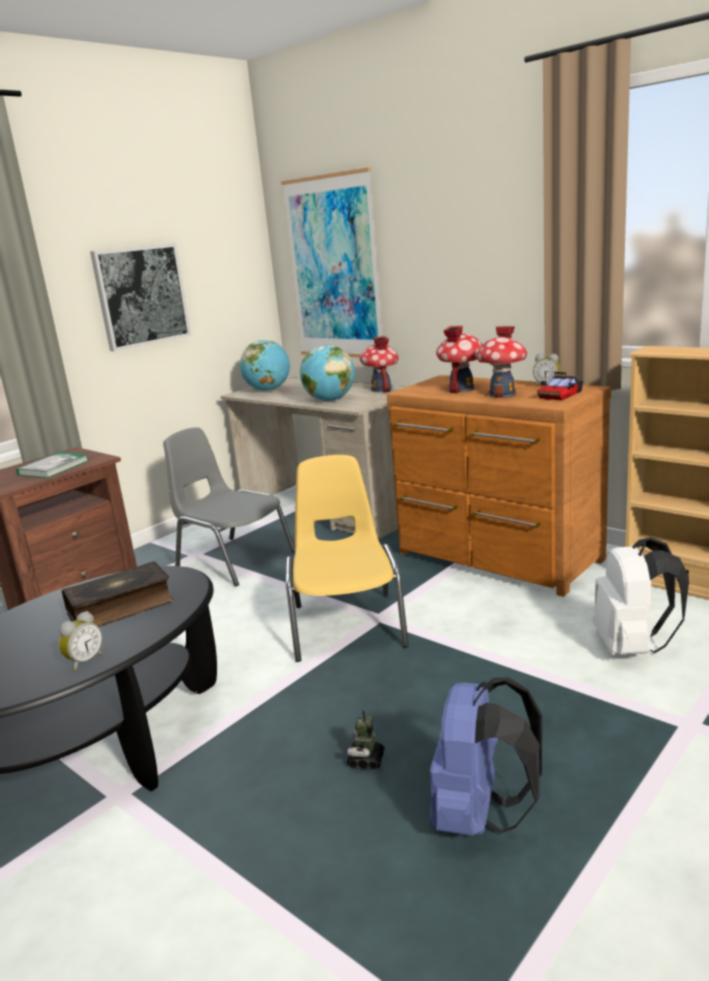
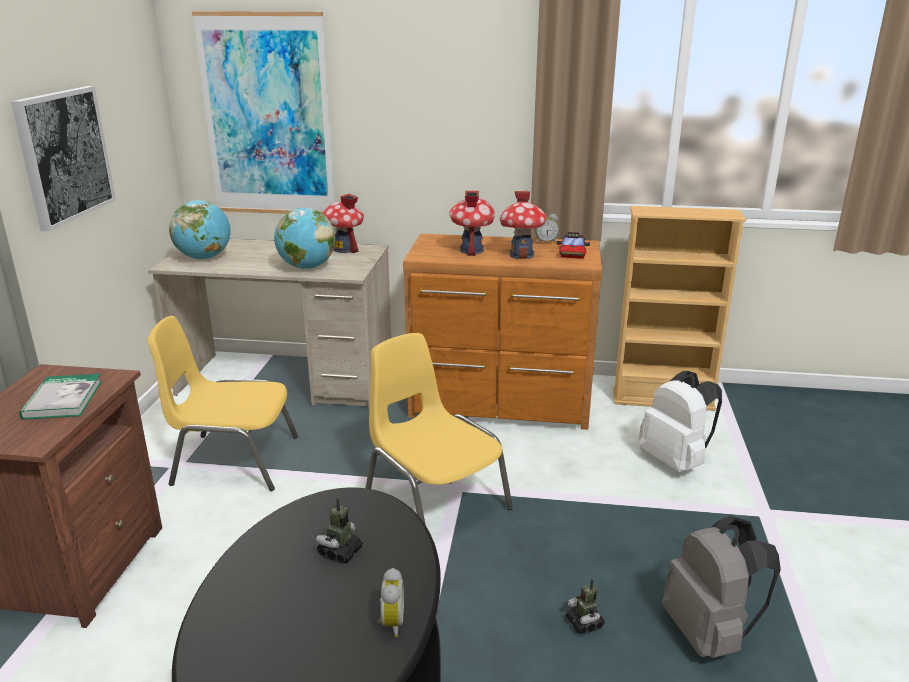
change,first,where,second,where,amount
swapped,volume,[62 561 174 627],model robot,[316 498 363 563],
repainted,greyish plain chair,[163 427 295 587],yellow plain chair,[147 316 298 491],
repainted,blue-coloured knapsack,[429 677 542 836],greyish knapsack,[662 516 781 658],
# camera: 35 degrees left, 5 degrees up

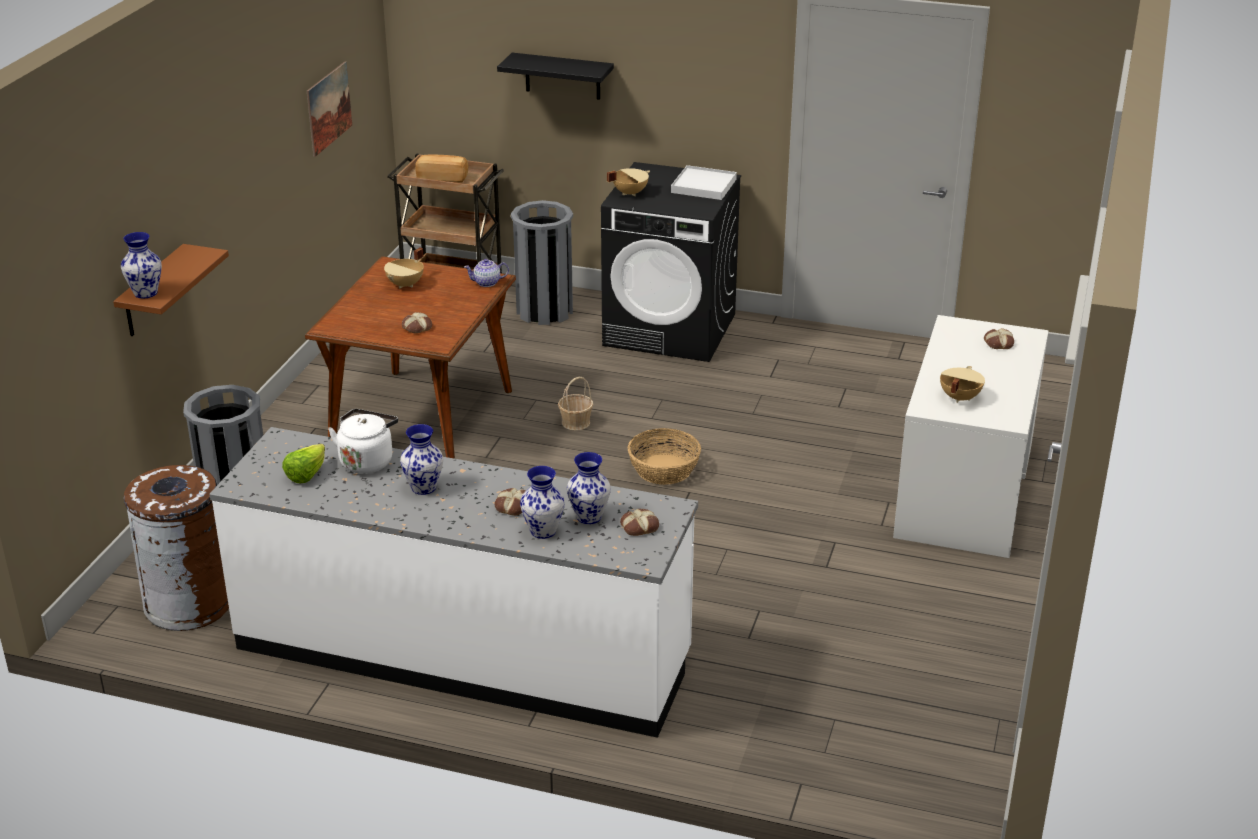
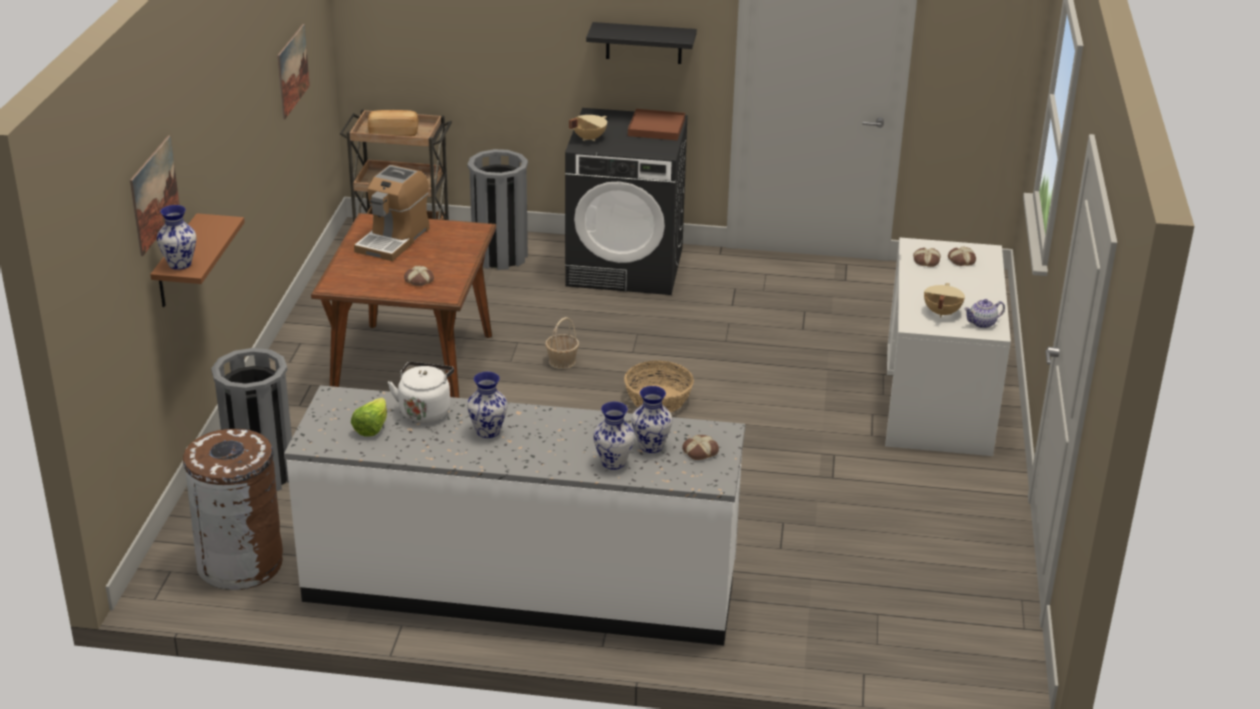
change,first,where,second,where,amount
swapped,beige cooking pot,[384 248 424 289],coffee maker,[354 165 430 261],
shifted,teapot,[464 259 509 287],,[964 299 1005 328],
shifted,bakery bread,[494 488 525 516],,[913 247 941 267],
shifted,black bracket shelf,[497 53 614 100],,[586 22 697 64],
repainted,white-coloured serving tray,[671 165 737 200],brownish serving tray,[628 109 685 141],
new,,,wall art,[130 136 180 256],
# camera: 10 degrees left, 0 degrees up

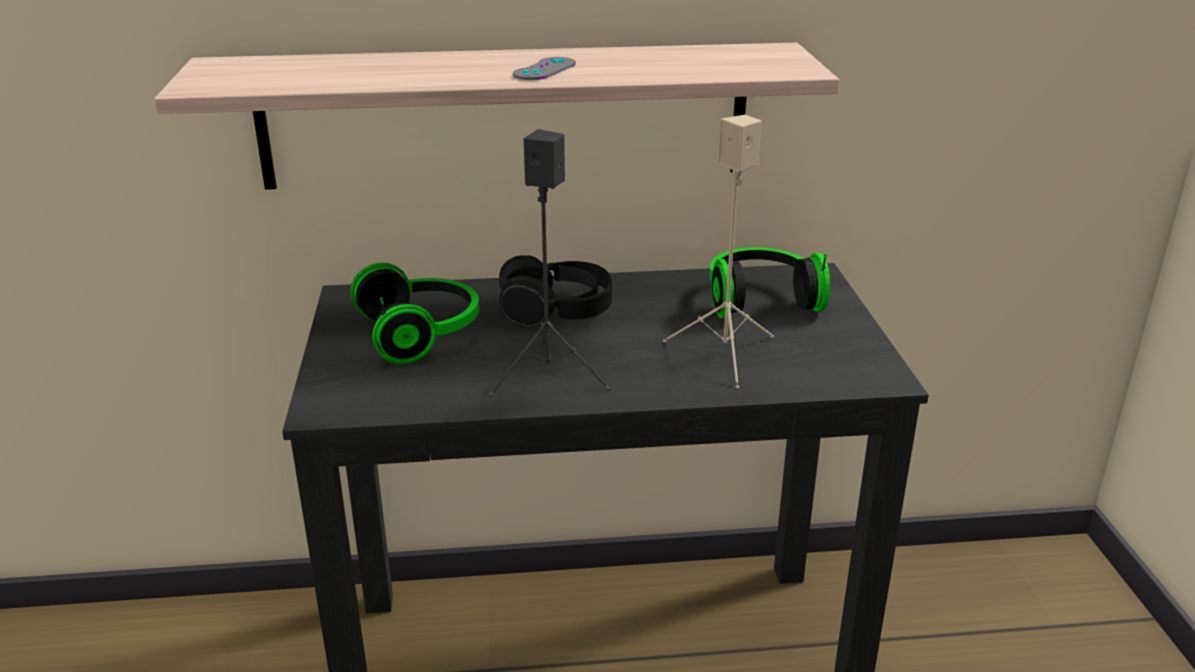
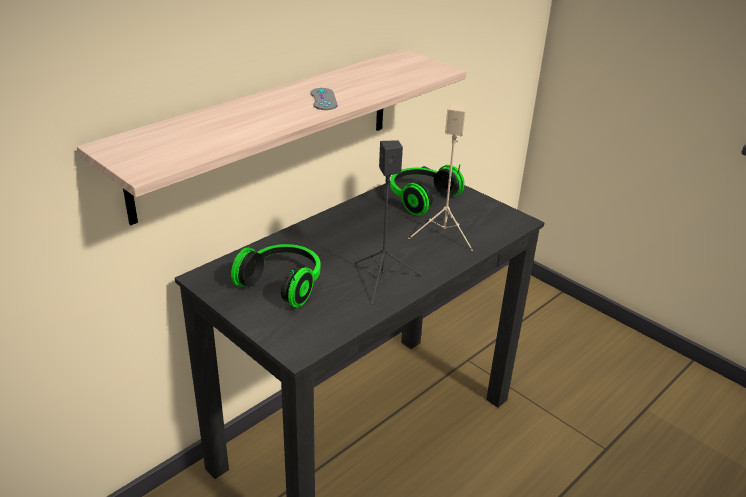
change,first,where,second,where,amount
gone,black headset,[499 255 612 327],,,
# camera: 40 degrees left, 5 degrees up

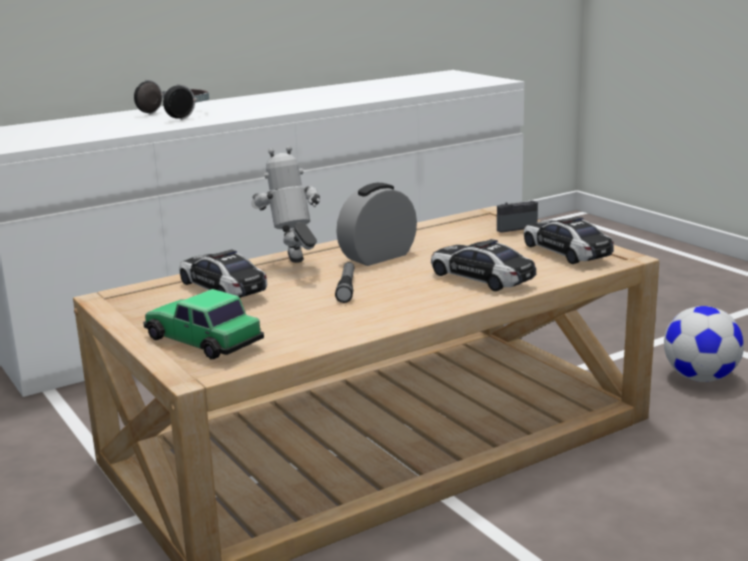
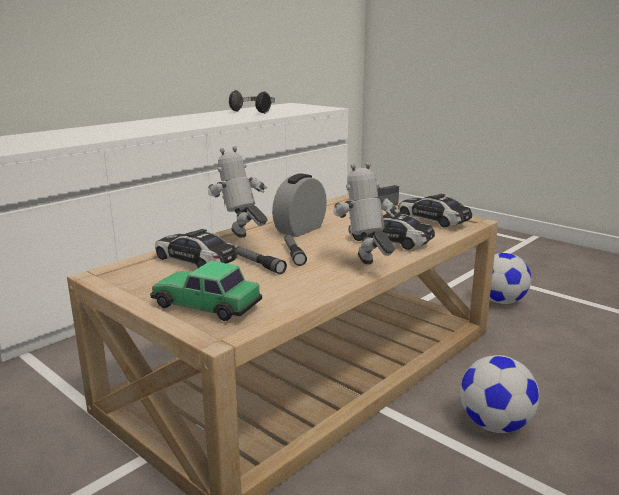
change,first,where,second,where,amount
shifted,headset,[134 80 209 120],,[229 90 275 114],
new,,,hand torch,[236 246 287 274],
new,,,model robot,[333 162 399 264],
new,,,football ball,[460 355 539 433],
# camera: 15 degrees left, 0 degrees up

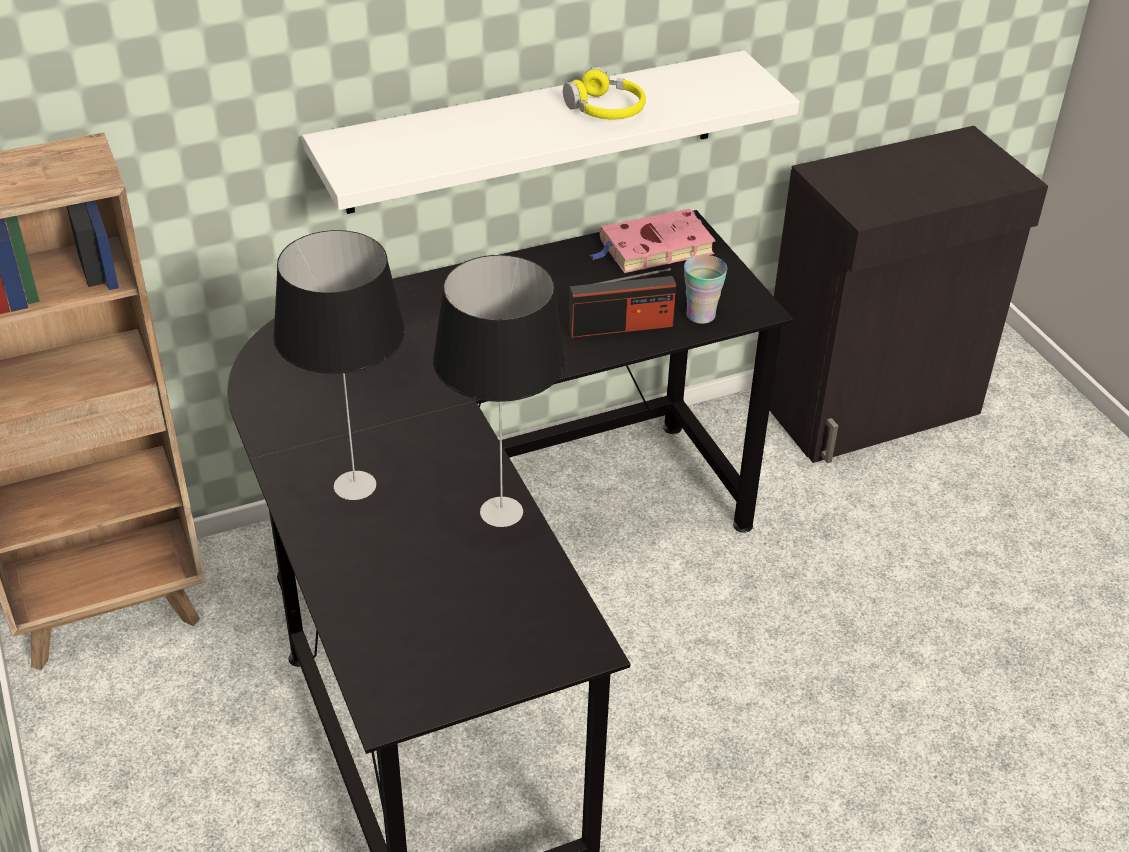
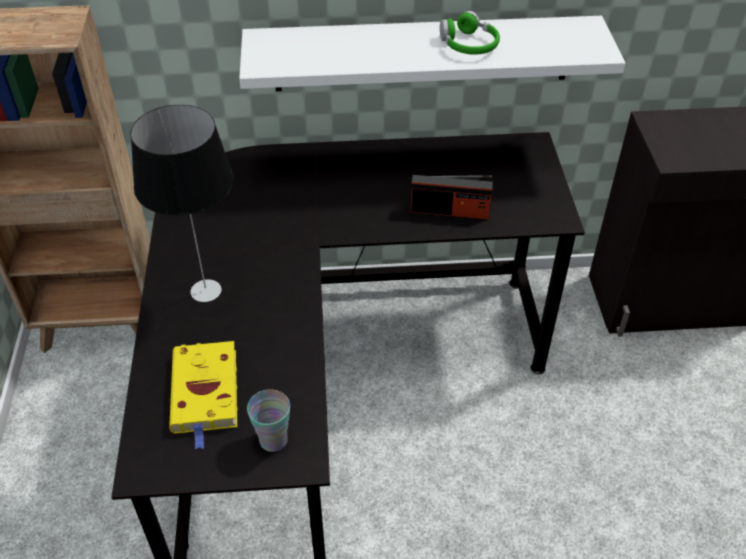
change,first,where,second,where,amount
gone,tabletop lamp,[433 255 566 527],,,
repainted,yellow headset,[563 67 646 120],greenish headset,[440 11 500 55],
gone,pink volume,[590 209 716 273],,,
shifted,drinking cup,[684 255 727 324],,[247 390 290 452],
new,,,yellow volume,[169 341 238 449],
# camera: 20 degrees right, 5 degrees up

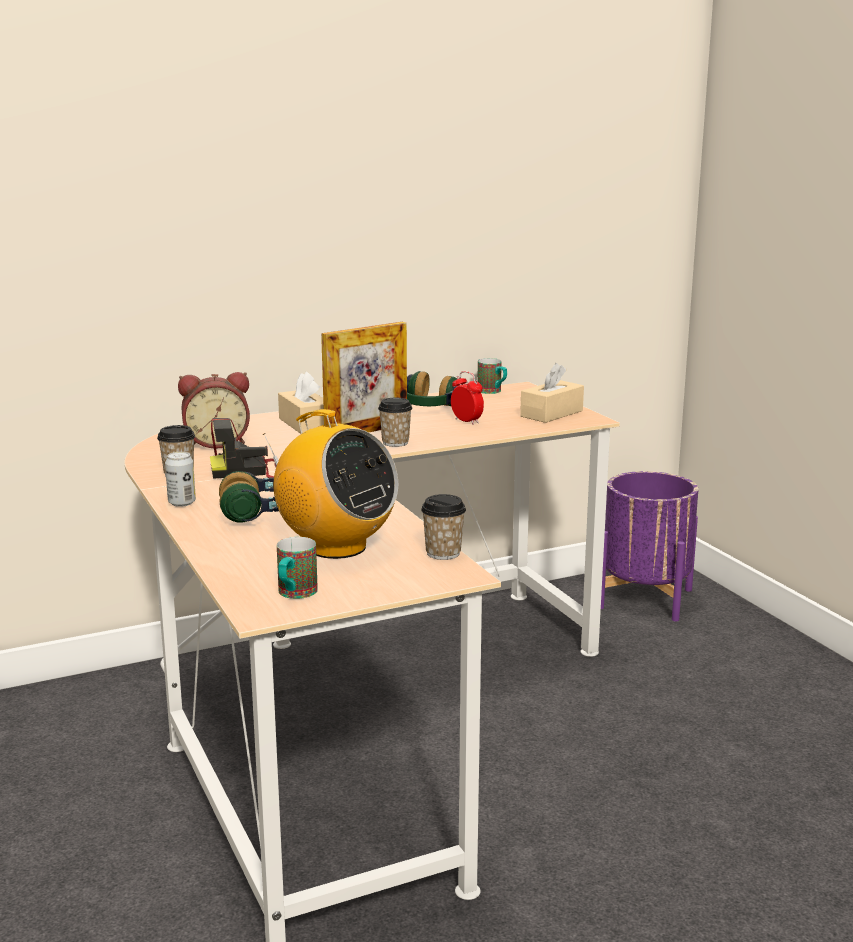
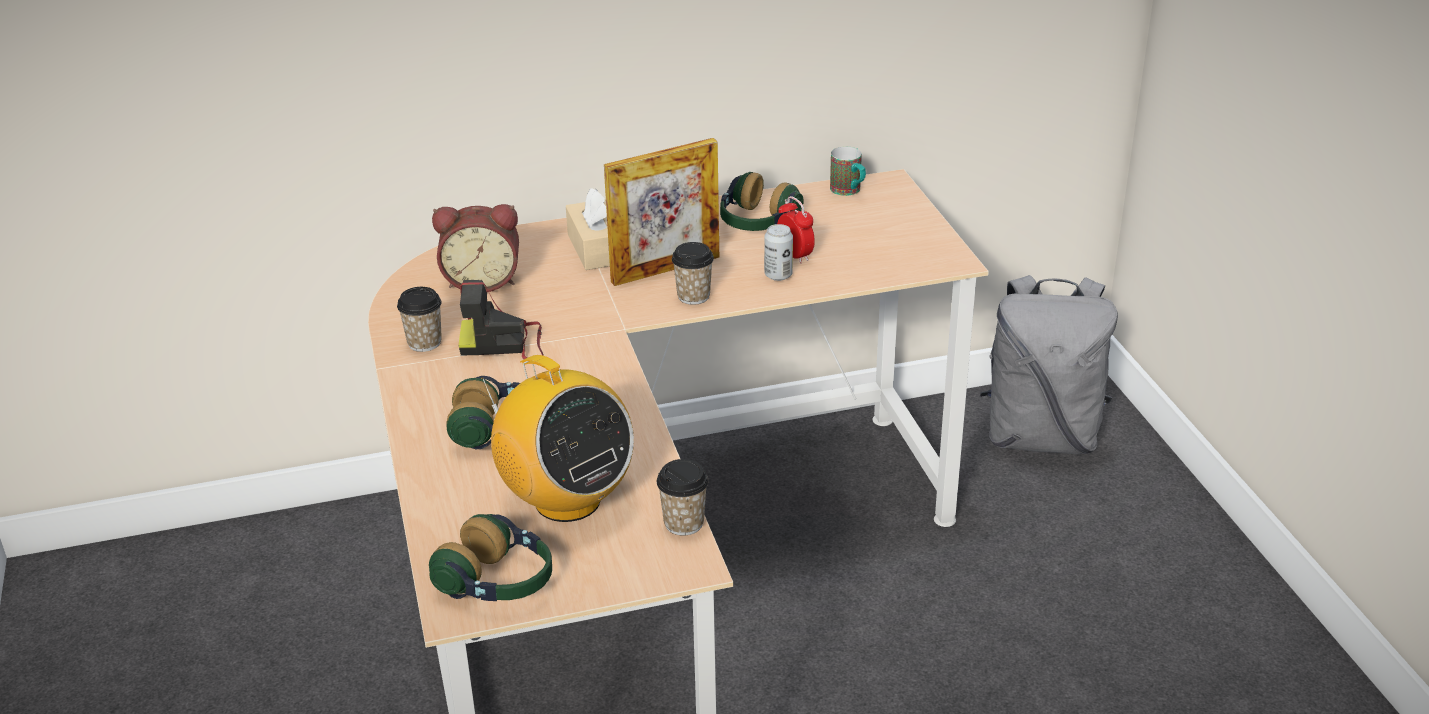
change,first,where,second,where,amount
shifted,sealed can,[165 452 196 507],,[764 224 793 281],
swapped,mug,[277 537 318 599],headset,[429 514 552 601],
gone,beige box of tissues,[520 363 584 423],,,
swapped,purplish planter,[601 471 698 621],greyish knapsack,[980 275 1118 454],
# camera: 10 degrees right, 15 degrees up

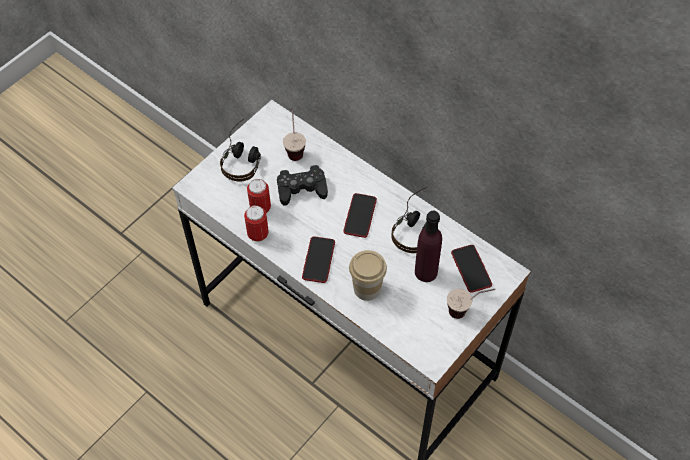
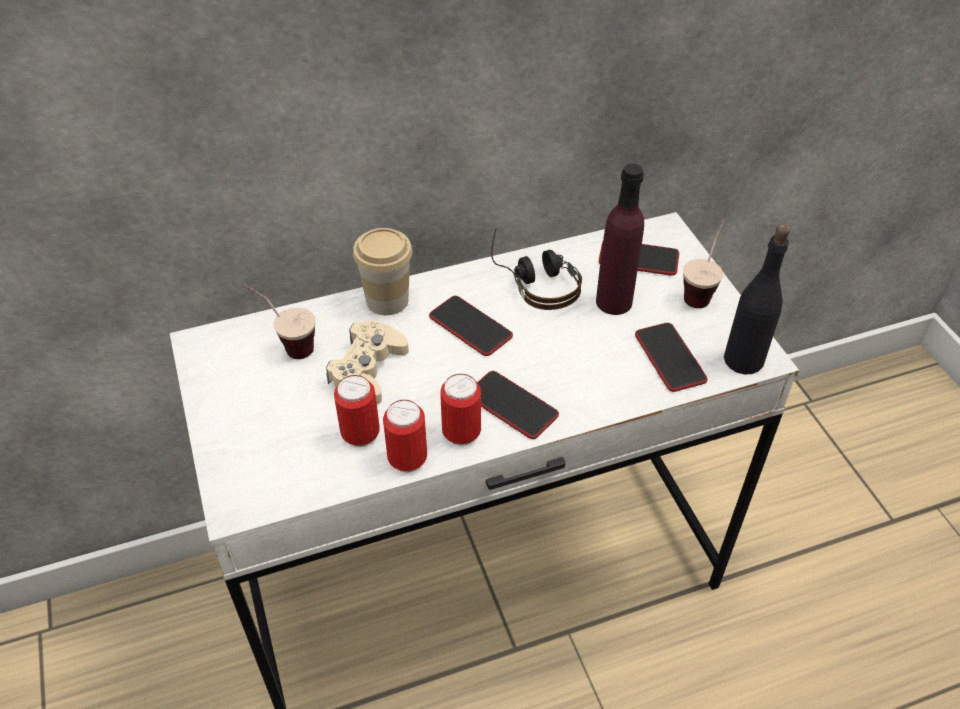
change,first,where,second,where,amount
gone,headset,[220 119 261 181],,,
repainted,black gamepad,[277 165 328 206],beige gamepad,[326 320 409 404],
shifted,drinking cup,[349 250 387 301],,[353 228 413 315],
new,,,sealed can,[440 374 481 446],
new,,,telephone,[635 323 708 392],
new,,,black beverage bottle,[724 224 790 374],
# camera: 60 degrees left, 10 degrees down

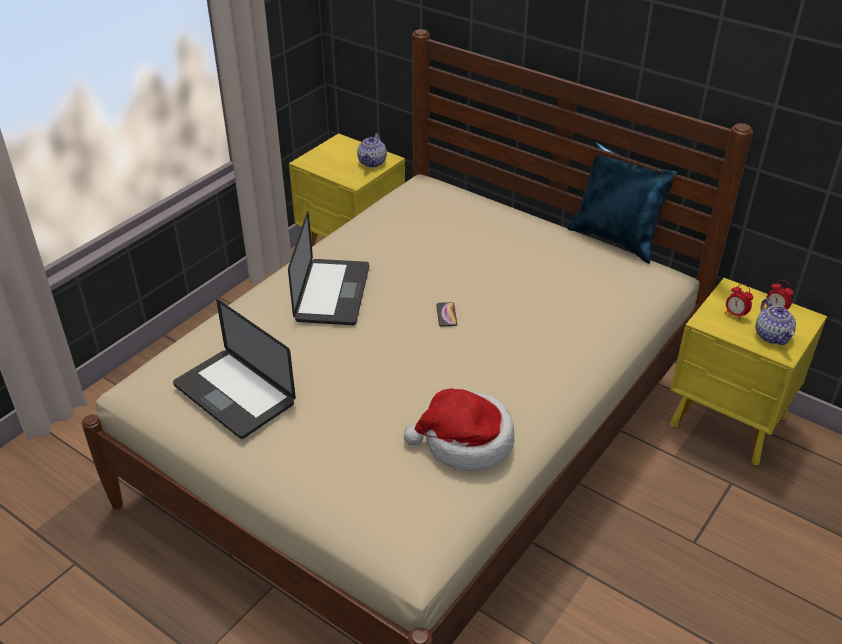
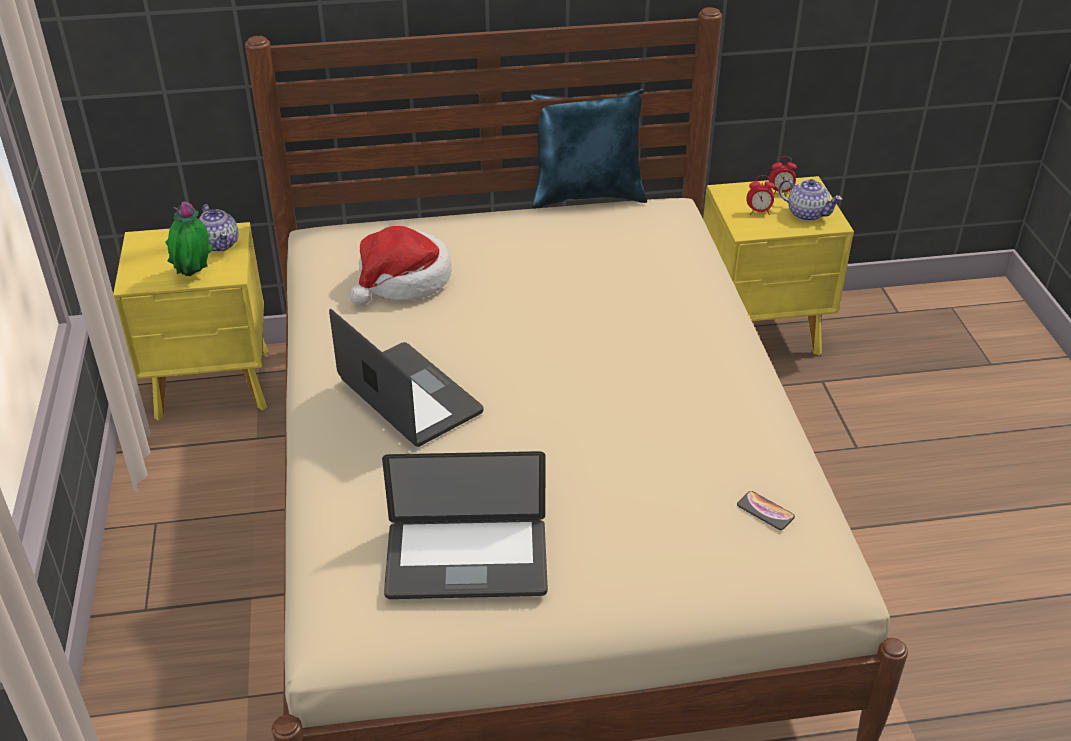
change,first,where,second,where,amount
shifted,hat,[404 388 514 471],,[349 226 452 306],
shifted,telephone,[437 302 457 327],,[737 491 795 530],
new,,,houseplant,[166 202 213 276],
# camera: 45 degrees left, 0 degrees up

